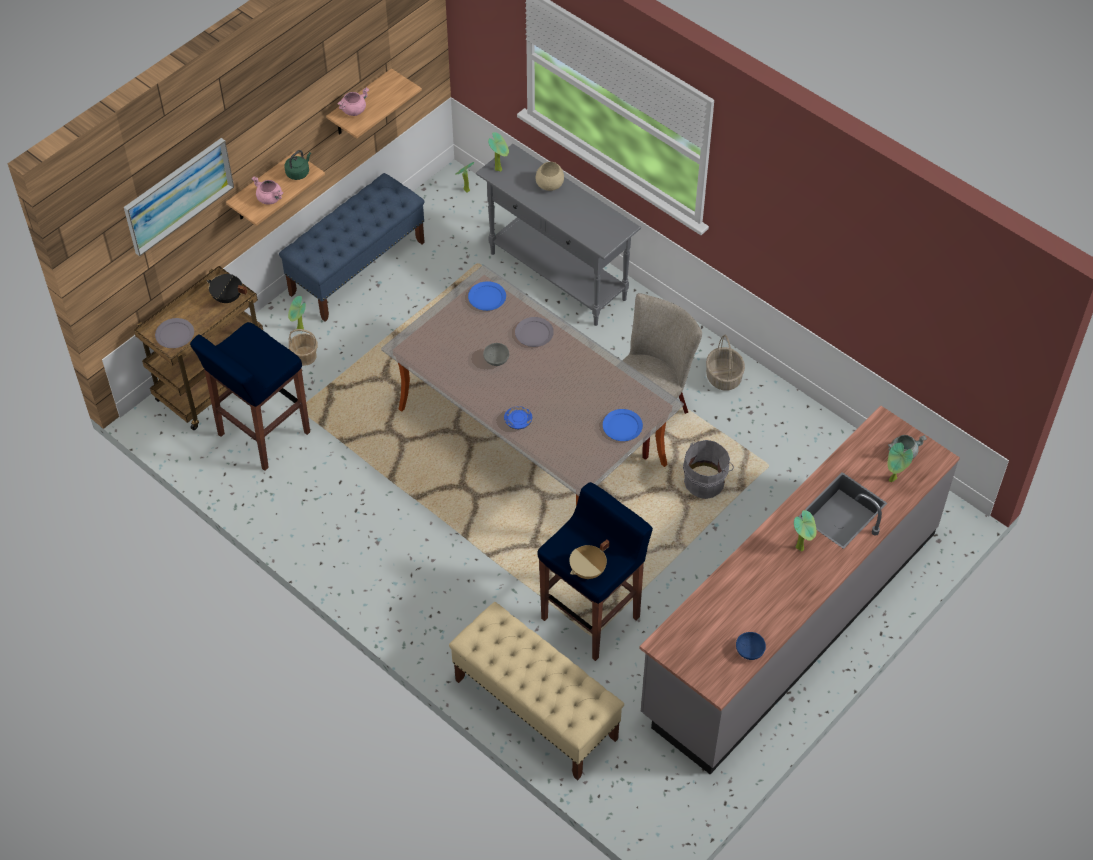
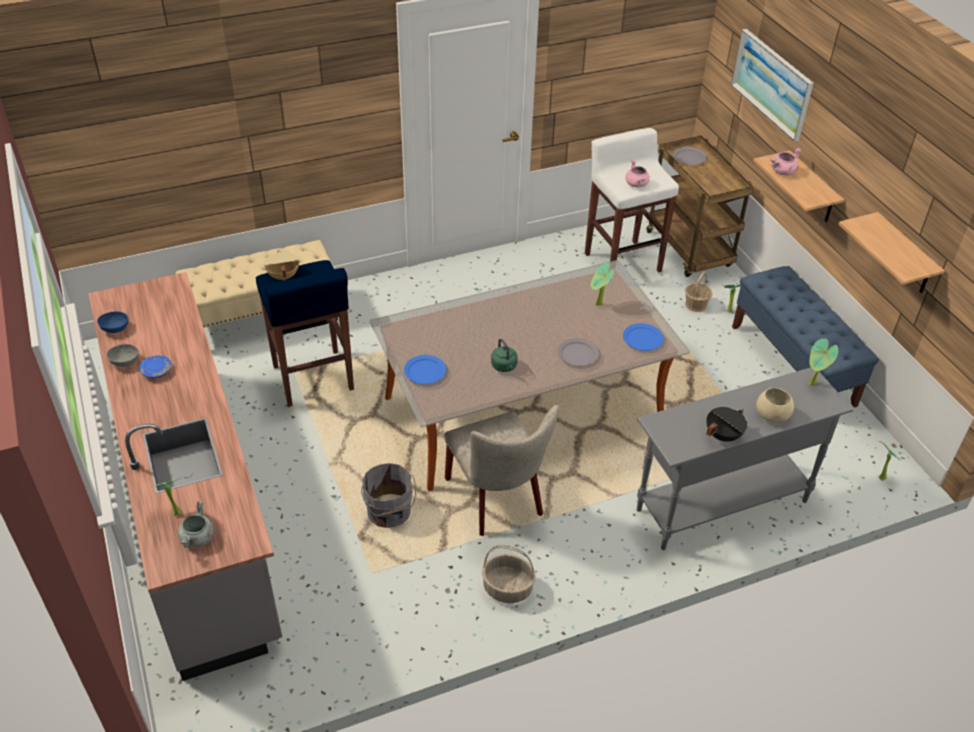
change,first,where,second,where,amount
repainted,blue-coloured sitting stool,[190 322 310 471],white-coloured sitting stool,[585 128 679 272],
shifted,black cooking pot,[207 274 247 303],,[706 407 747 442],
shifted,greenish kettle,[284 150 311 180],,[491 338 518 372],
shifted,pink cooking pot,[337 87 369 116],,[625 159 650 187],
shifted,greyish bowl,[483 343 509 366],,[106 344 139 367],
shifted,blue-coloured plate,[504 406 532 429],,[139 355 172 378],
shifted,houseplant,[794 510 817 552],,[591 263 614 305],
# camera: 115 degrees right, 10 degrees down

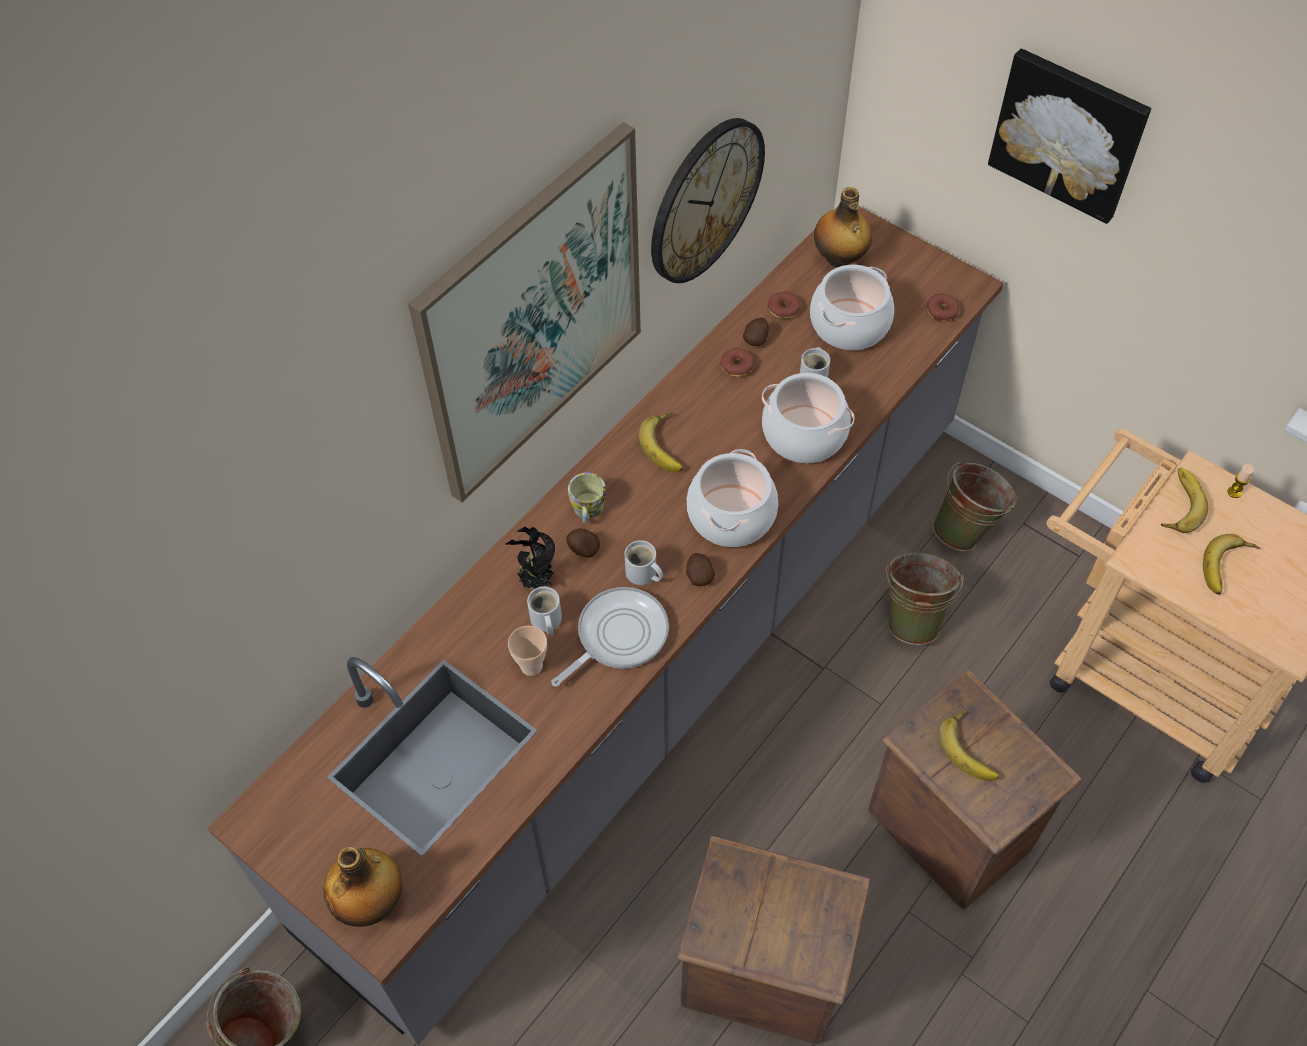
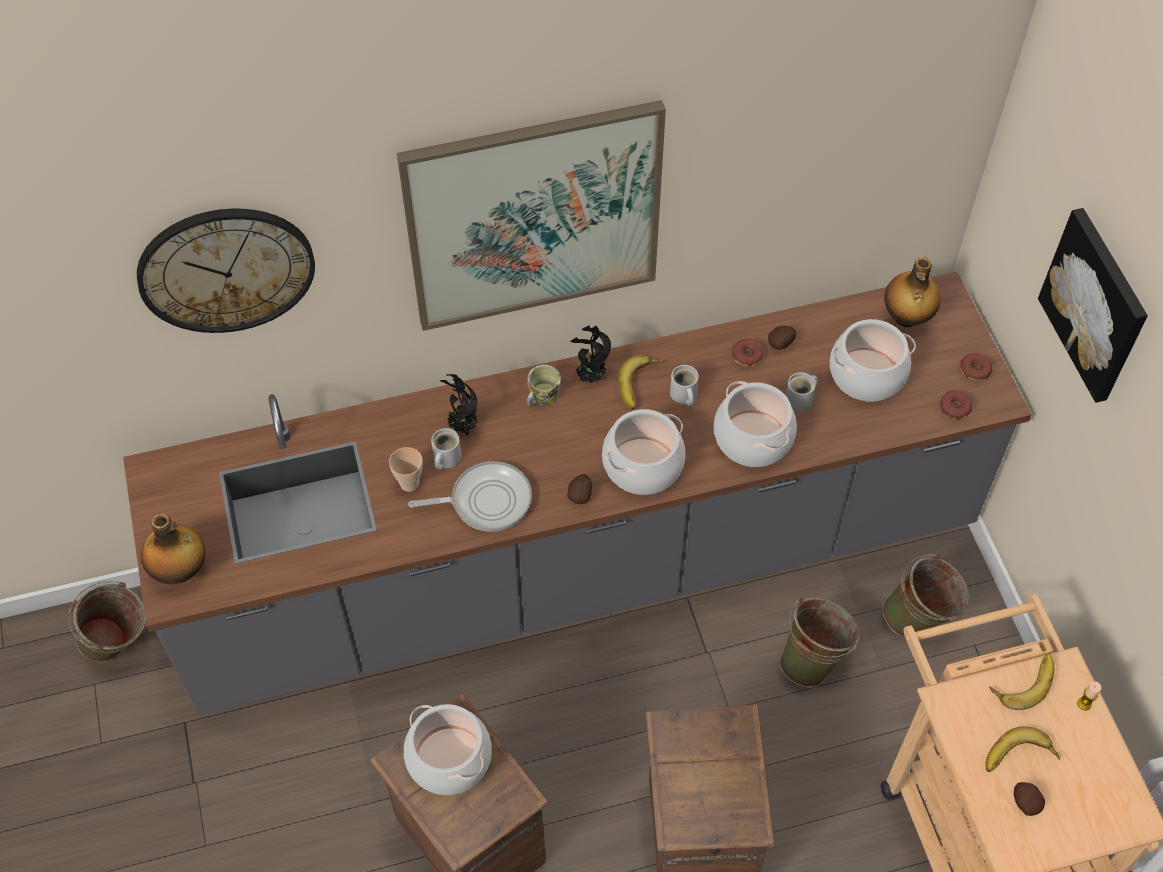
change,first,where,second,where,amount
shifted,potato,[566 528 600 558],,[1014 782 1045 816],
shifted,white-coloured mug,[625 540 663 585],,[670 365 699 406],
shifted,hanging clock,[651 118 765 283],,[137 209 315 333],
shifted,donut,[767 291 801 319],,[960 353 992 381],
gone,whole banana,[939 710 999 781],,,
new,,,cooking pot,[404 704 492 795],
new,,,houseplant,[570 325 611 384],
# camera: 35 degrees right, 0 degrees up

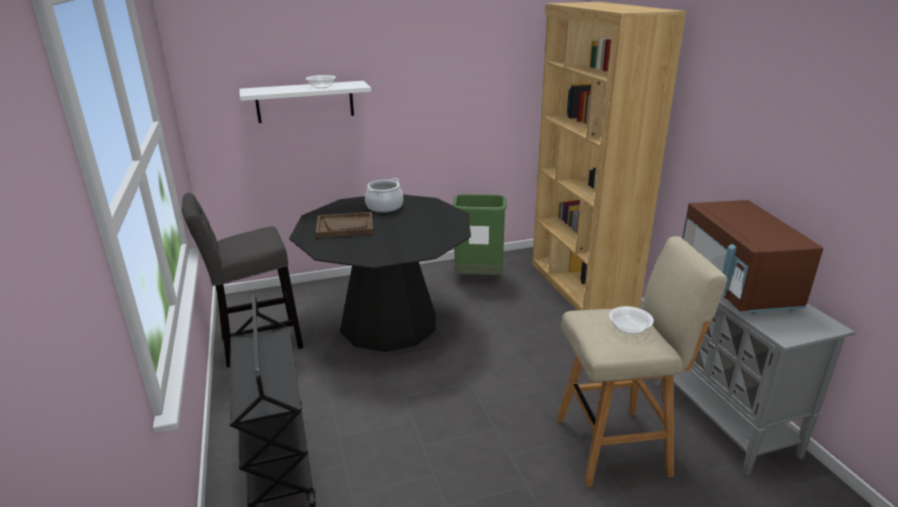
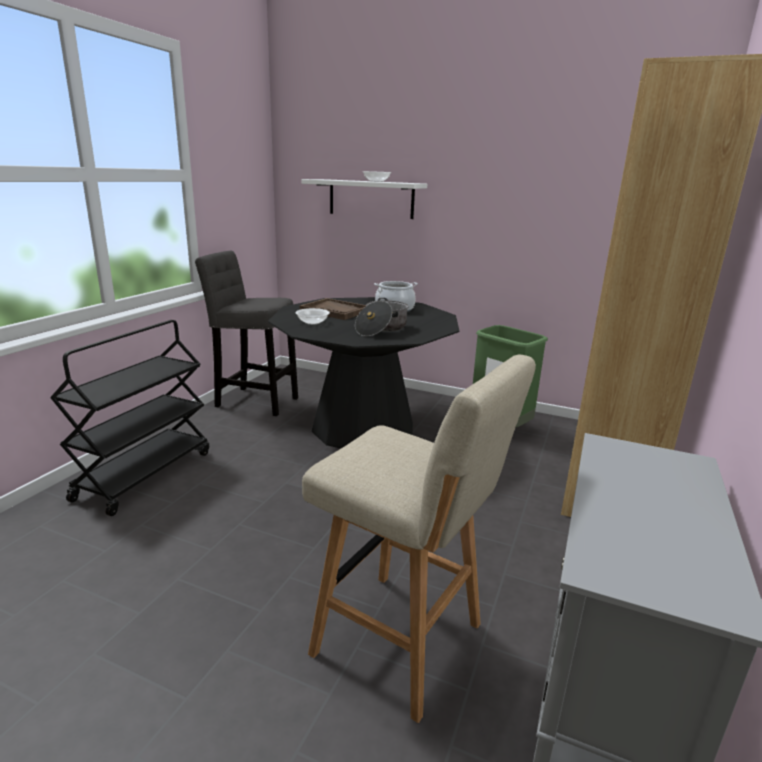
change,first,where,second,where,amount
shifted,bowl,[609 306 654 334],,[296 308 330 325],
gone,brownish microwave,[682 200 823 315],,,
new,,,cooking pot,[355 298 409 336],
# camera: 40 degrees right, 5 degrees down

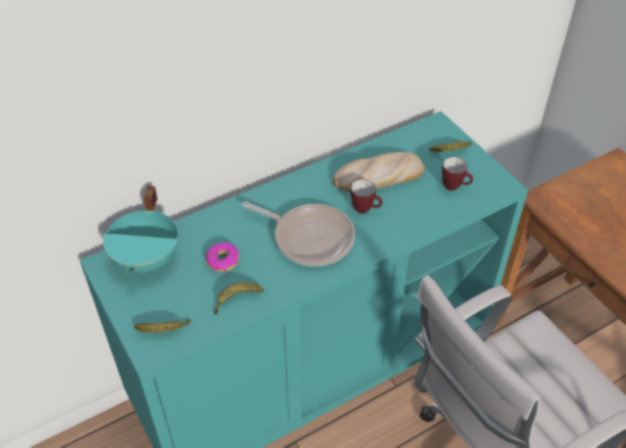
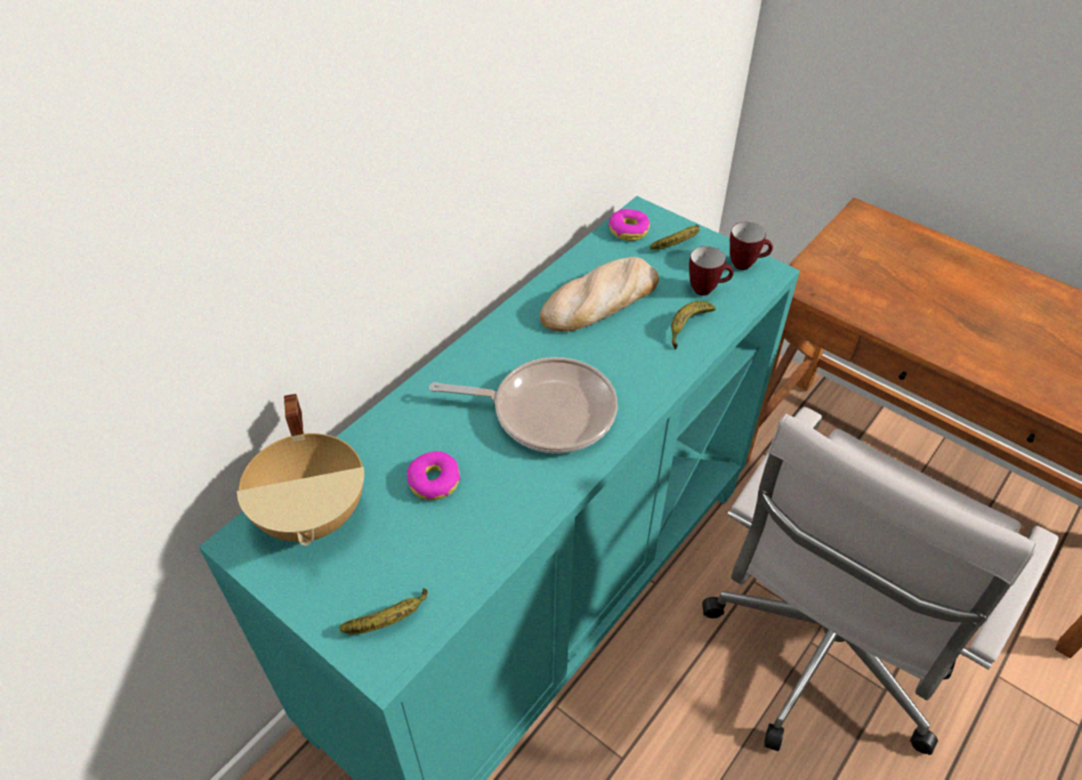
change,first,where,second,where,amount
repainted,turquoise cooking pot,[103 186 178 274],beige cooking pot,[237 394 364 546],
shifted,whole banana,[214 282 264 315],,[671 301 716 350],
shifted,mug,[351 179 383 214],,[730 222 773 270],
new,,,donut,[608 209 650 241],
# camera: 20 degrees left, 0 degrees up

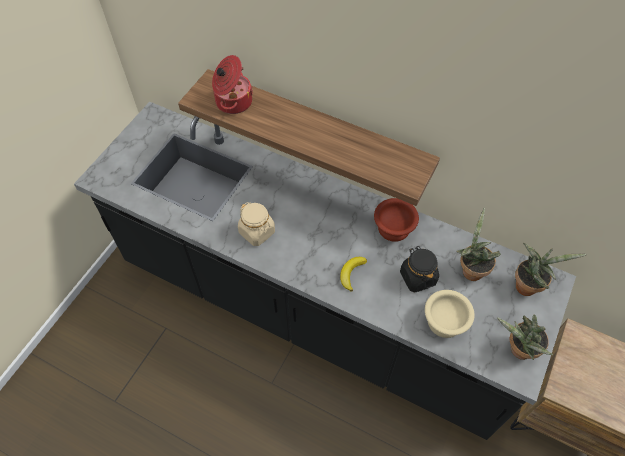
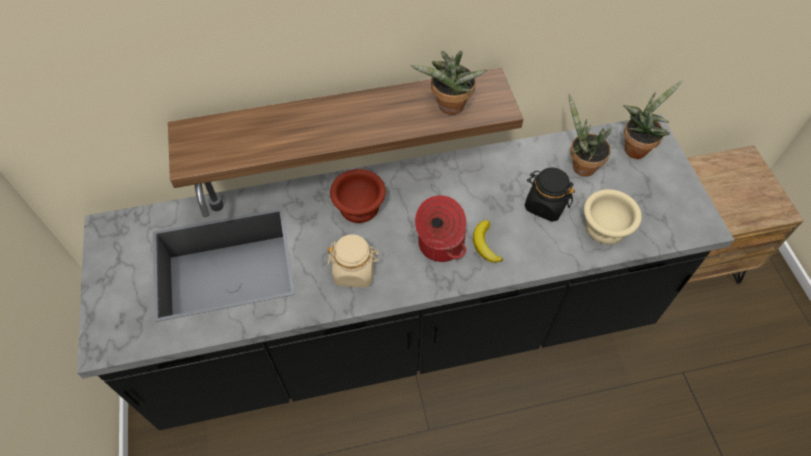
change,first,where,second,where,amount
shifted,cooking pot,[212 55 253 114],,[415 195 466 262],
shifted,brownish bowl,[374 198 419 242],,[330 169 386 223],
shifted,houseplant,[497 314 553 360],,[410 51 487 115],
# camera: 40 degrees left, 0 degrees up

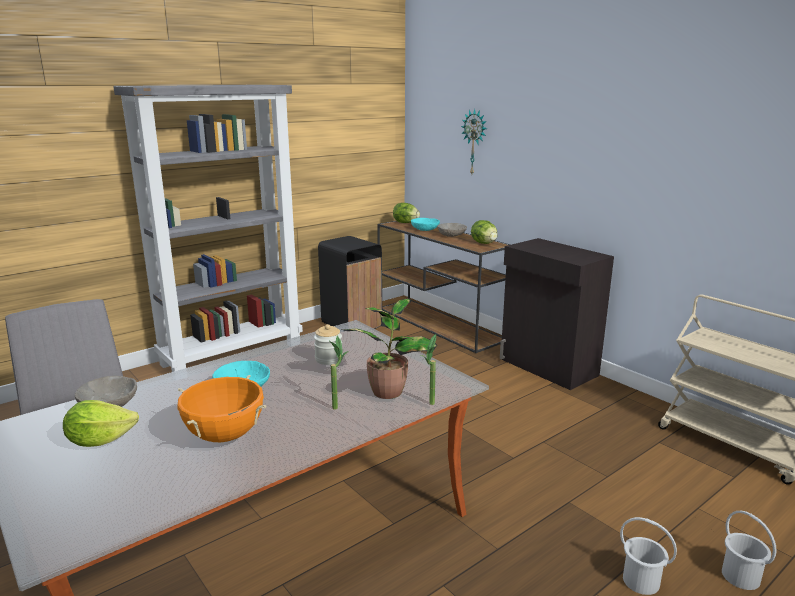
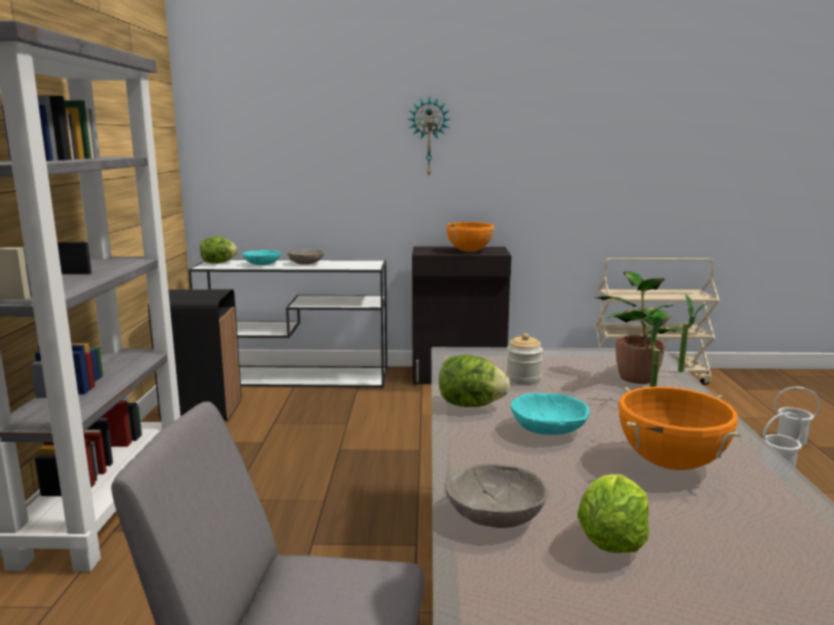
change,first,where,second,where,amount
repainted,brownish console table,[377 221 510 353],white-coloured console table,[188 259 387 388],
shifted,hanging clock,[461 109 487 174],,[408 96 450 175],
shifted,lettuce head,[471 220 498 244],,[439 355 510 407],
new,,,orange-coloured cooking pot,[446 222 494 252],
# camera: 50 degrees left, 5 degrees down

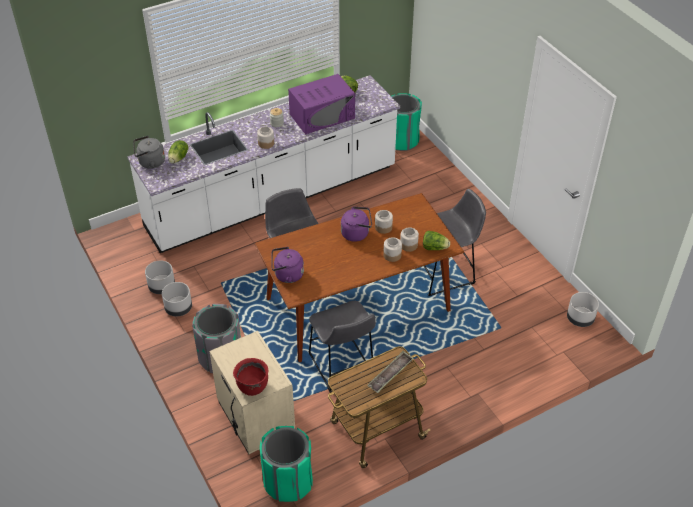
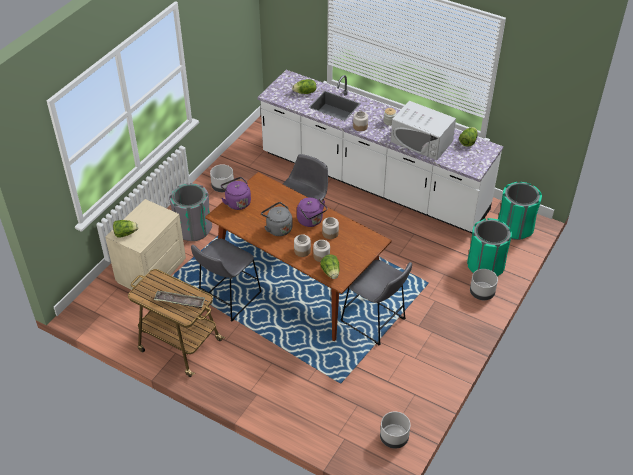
change,first,where,second,where,amount
shifted,greyish kettle,[133 136 165 169],,[261 202 293 236],
shifted,greyish planter,[145 260 175 294],,[470 269 498 300],
swapped,reddish cooking pot,[233 358 269 396],lettuce head,[113 220 138 238],
shifted,greenish rubbish bin,[260 426 313 502],,[467 218 512 276],
repainted,purplish microwave,[288 74 355 134],white-coloured microwave,[391 101 456 160],
# camera: 60 degrees right, 0 degrees up

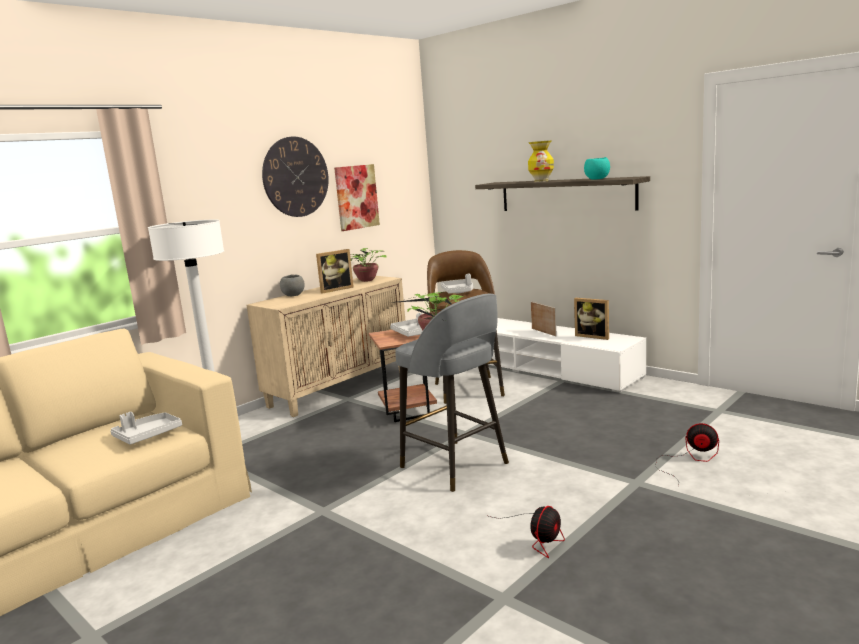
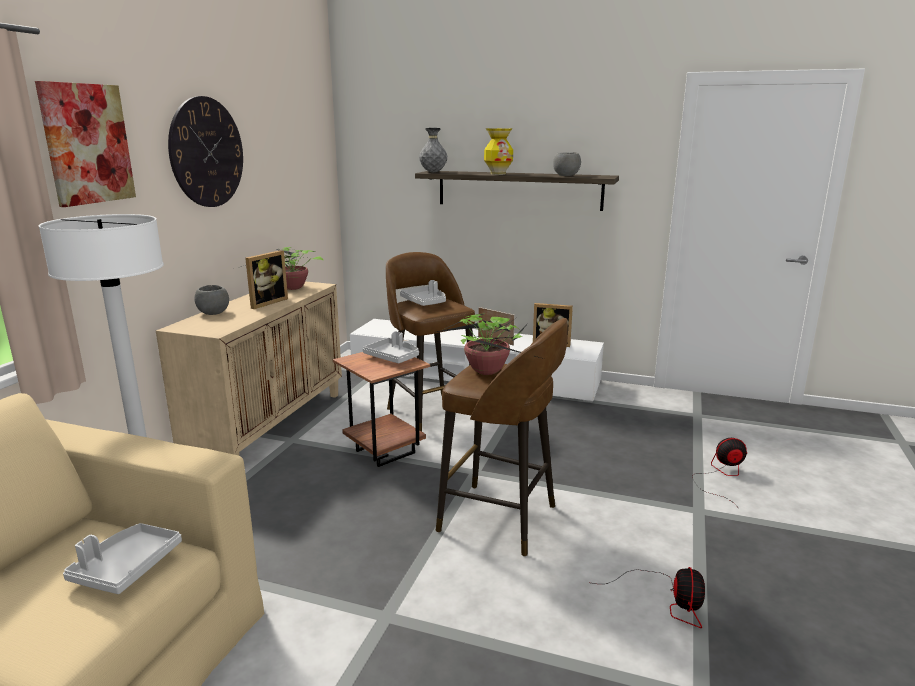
change,first,where,second,where,amount
shifted,wall art,[334 164 380 231],,[35 81 136 207],
repainted,greyish sitting stool,[395 294 509 492],brownish sitting stool,[436 318 568 557],
repainted,turquoise bowl,[584 157 610 180],greyish bowl,[553 152 581 176],
new,,,greyish decorative vase,[419 128 447 172],
# camera: 25 degrees left, 5 degrees up

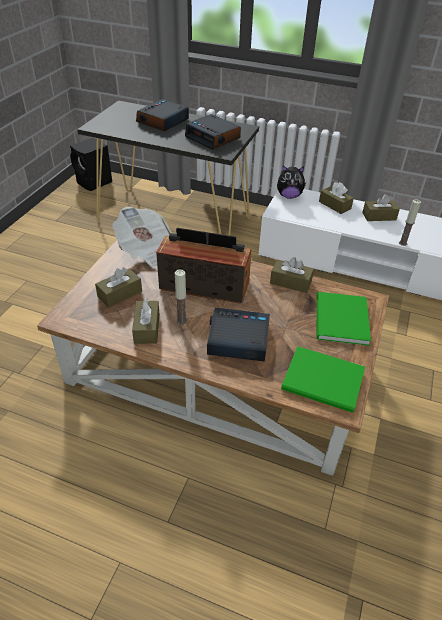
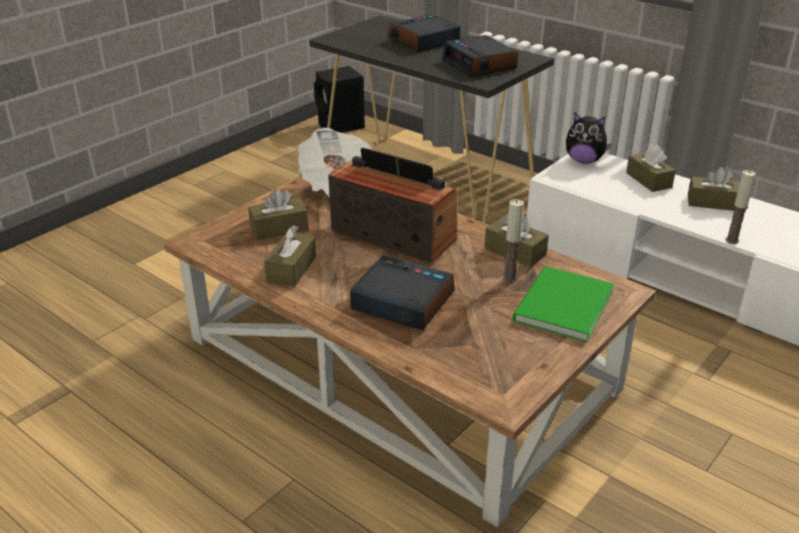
change,first,where,second,where,amount
shifted,wax light,[175 270 187 325],,[502 199 524 283],
gone,greenish volume,[281 346 365 413],,,
# camera: 20 degrees right, 10 degrees down

